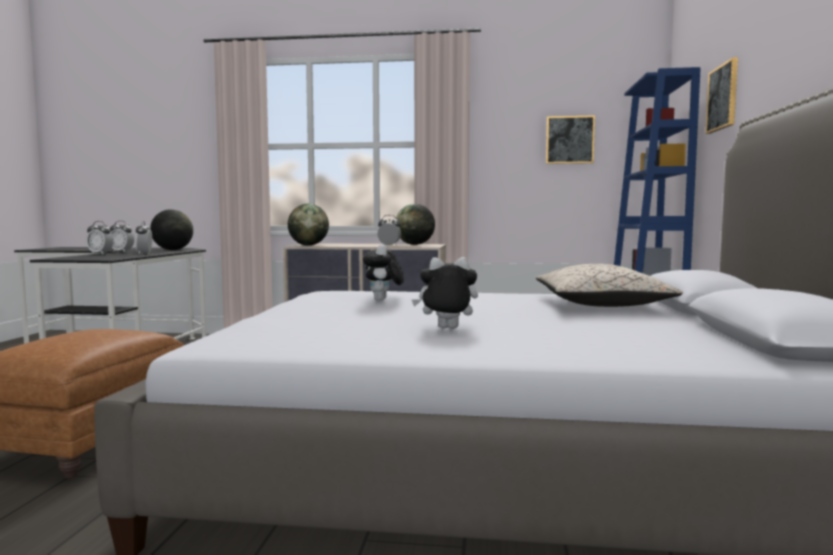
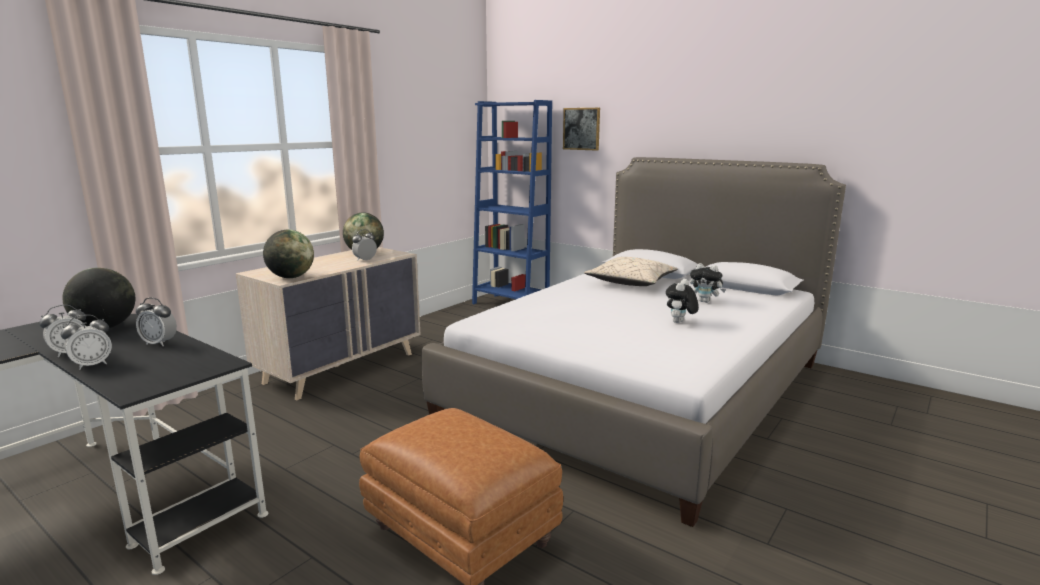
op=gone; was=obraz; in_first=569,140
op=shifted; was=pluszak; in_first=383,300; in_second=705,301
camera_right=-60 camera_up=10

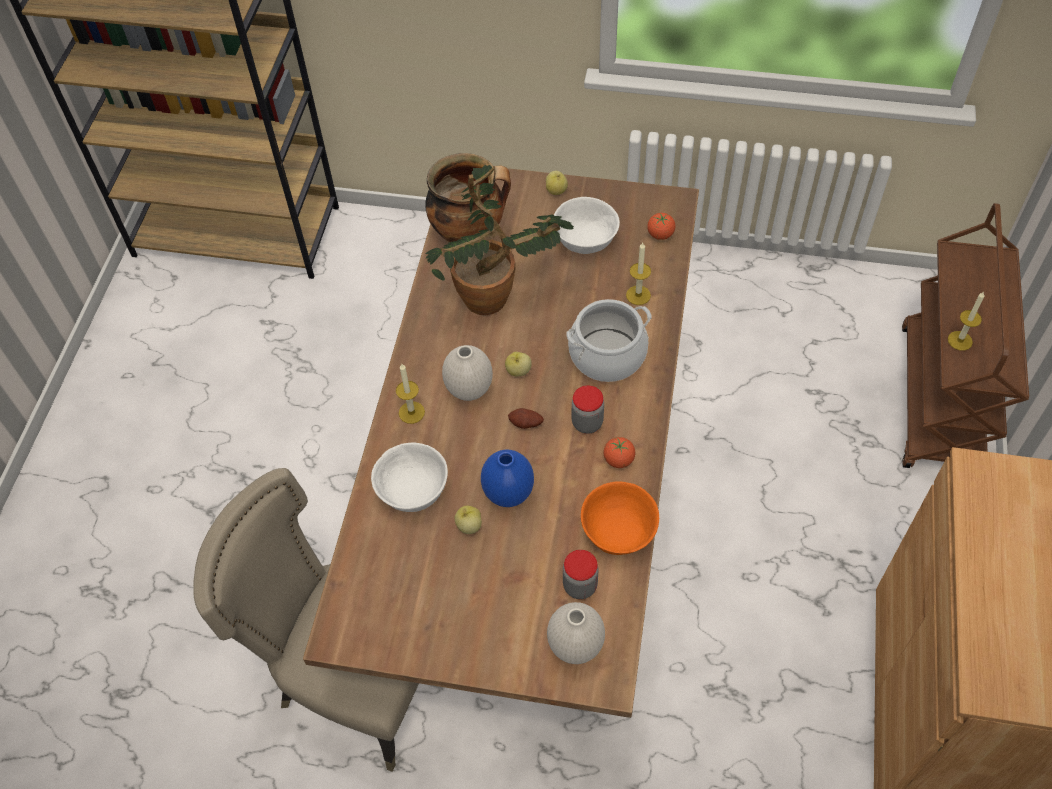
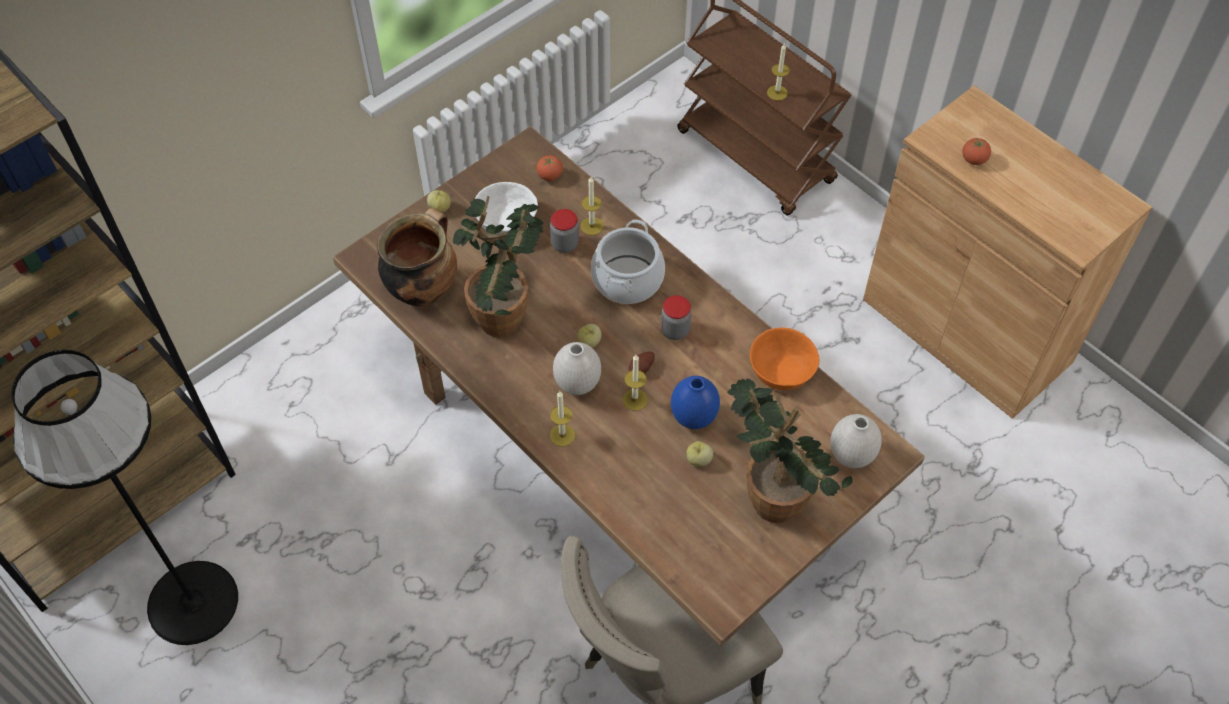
op=gone; was=miska/biały; in_first=412,490
op=new; now=lampa stojąca/czarny; in_second=193,602
op=new; now=świeca; in_second=634,399
op=new; now=roślina doniczkowa; in_second=772,491
op=shifted; was=słoik; in_first=580,586; in_second=565,244
op=shifted; was=pomidor; in_first=618,460; in_second=973,160
camera_right=-55 camera_up=0

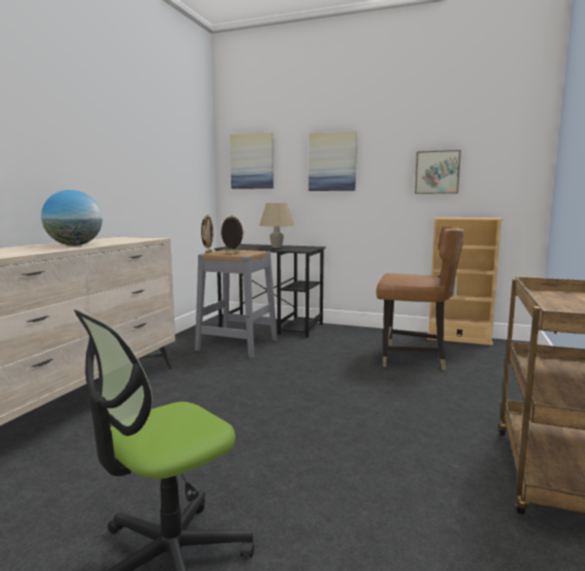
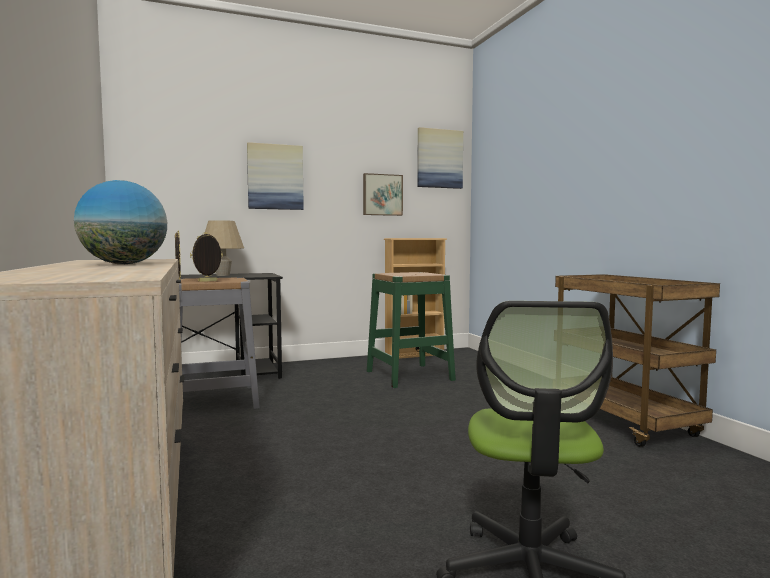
op=shifted; was=obraz; in_first=252,161; in_second=439,159
op=swapped; was=krzesło/brązowy; now=stołek/zielony; in_first=413,358; in_second=409,375
camera_right=-40 camera_up=-5

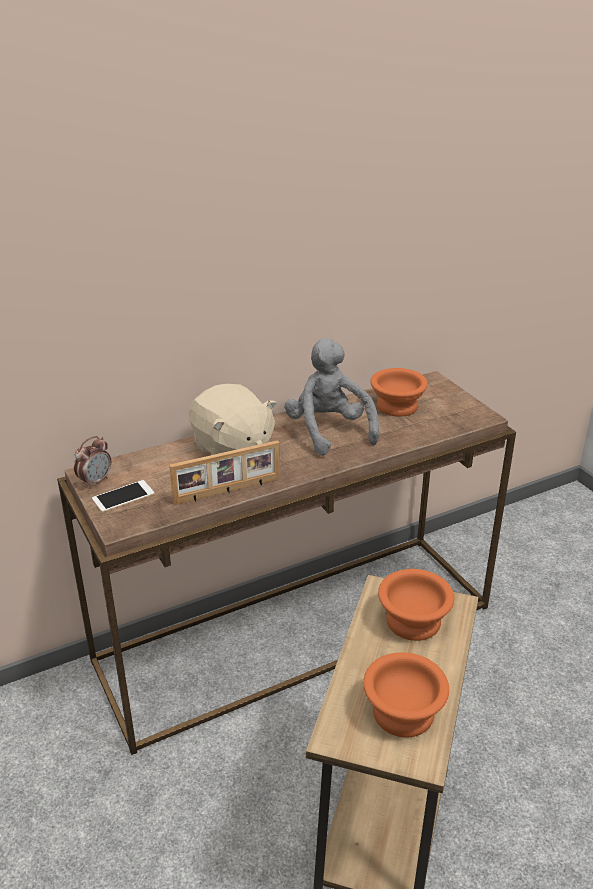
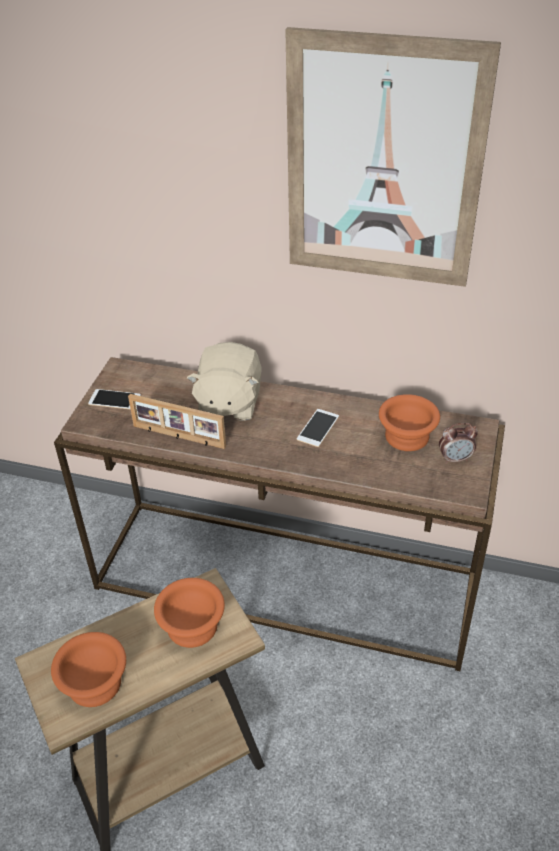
op=new; now=obraz; in_second=383,164
op=shifted; was=budzik; in_first=95,481; in_second=455,459
op=swapped; was=pluszak/szary; now=telefon; in_first=328,431; in_second=318,428
camera_right=45 camera_up=10

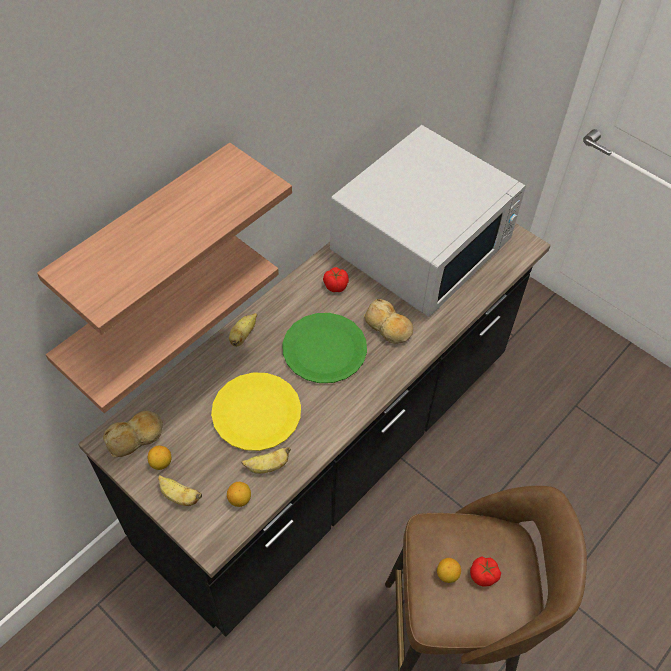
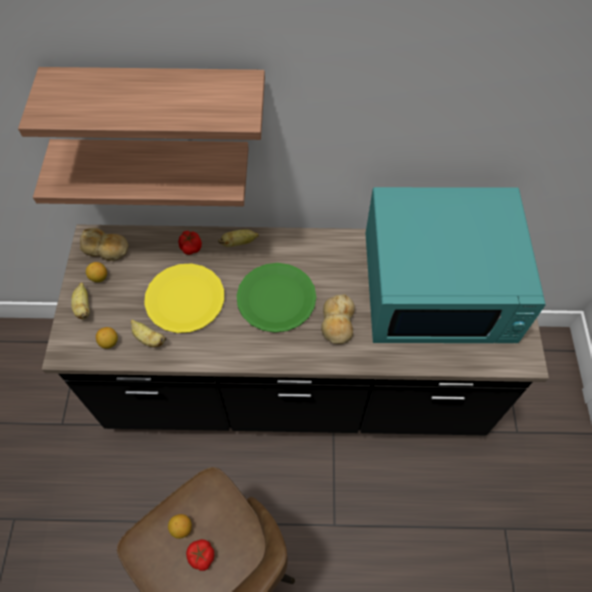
op=shifted; was=pomidor; in_first=335,286; in_second=191,247
op=repainted; was=mikrofalówka/biały; now=mikrofalówka/turkusowy; in_first=422,245; in_second=439,288
camera_right=50 camera_up=5

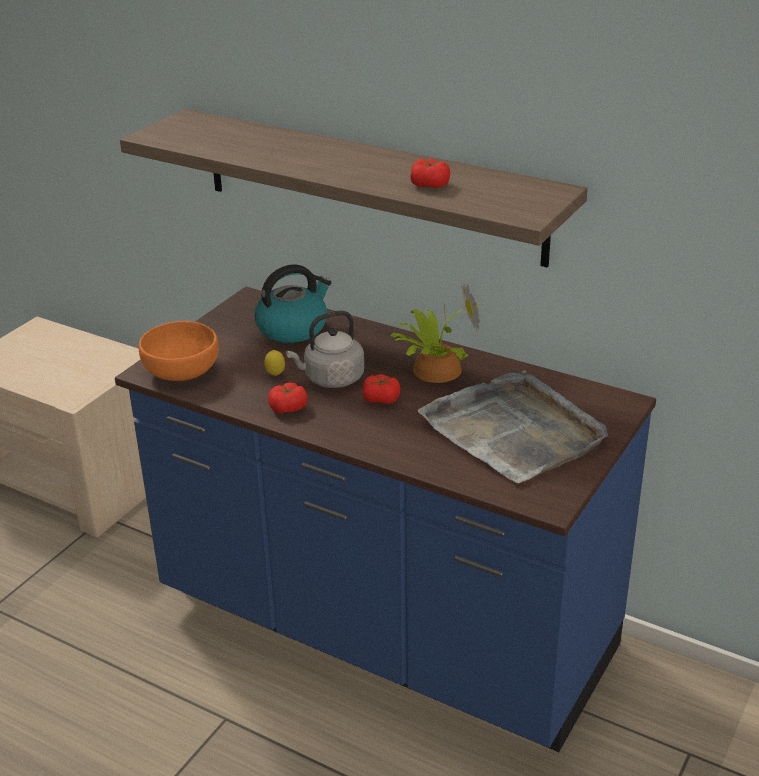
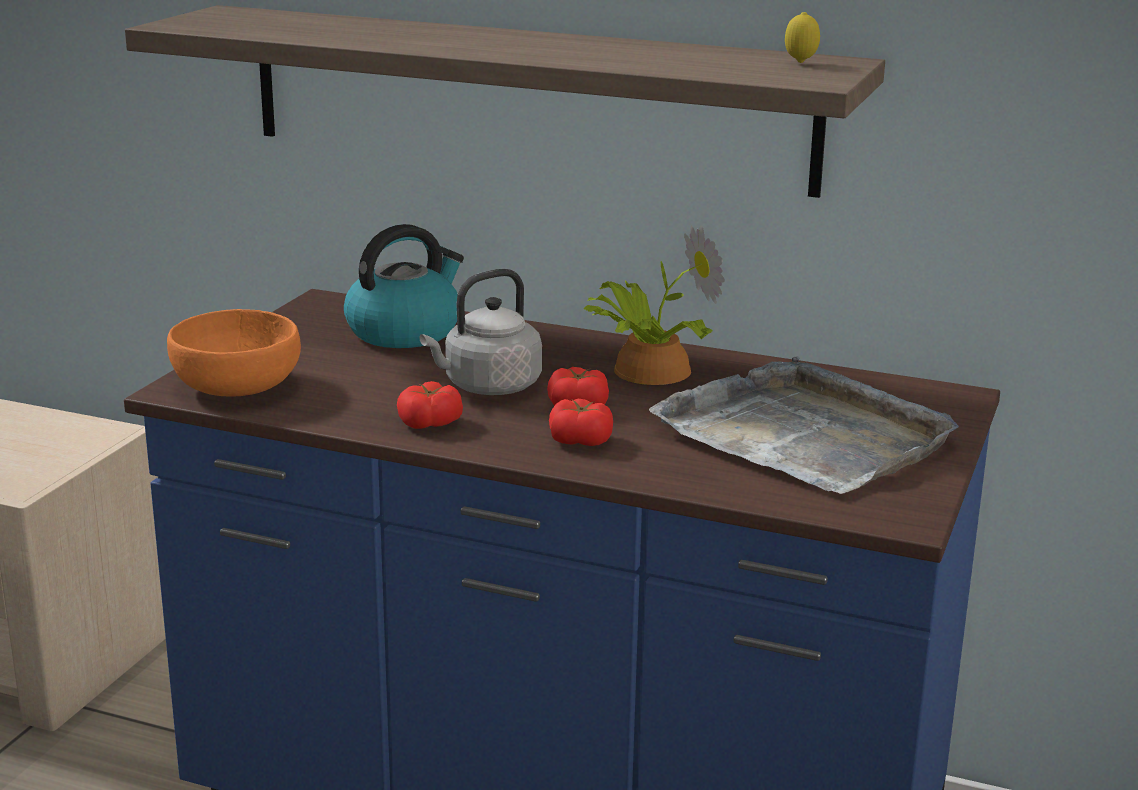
op=shifted; was=cytryna; in_first=275,375; in_second=800,63
op=shifted; was=pomidor; in_first=429,184; in_second=580,440
camera_right=-10 camera_up=-10

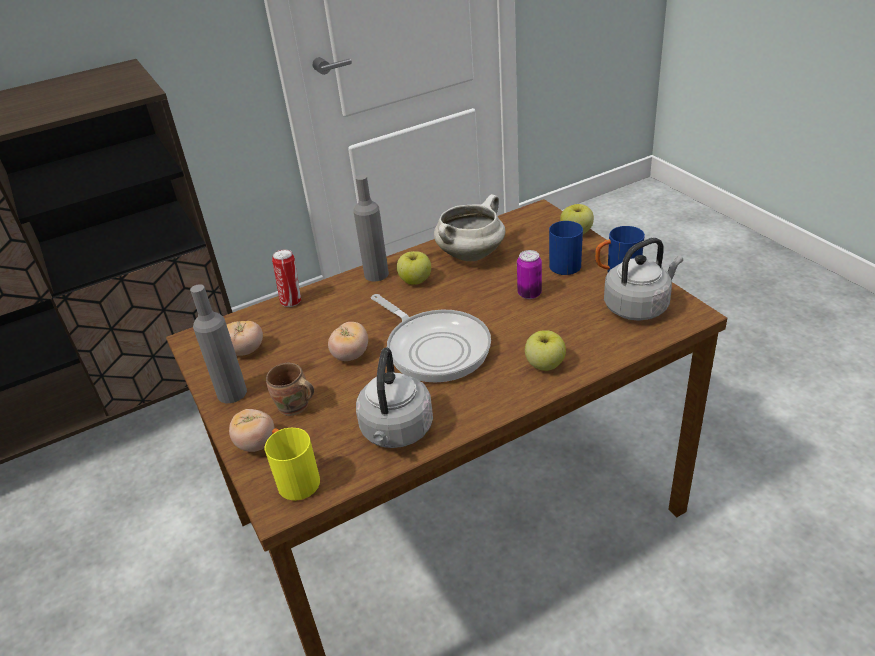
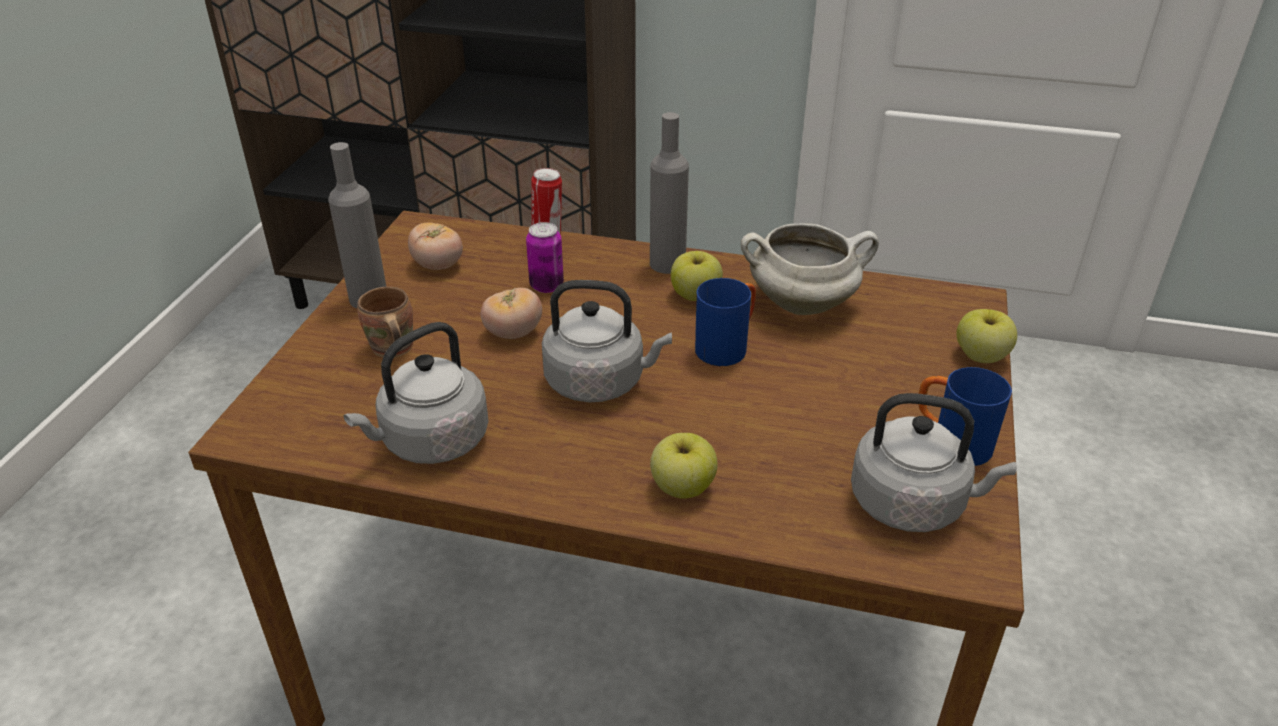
op=gone; was=pomidor; in_first=256,444
op=gone; was=kubek/żółty; in_first=295,479
op=shifted; was=puszka; in_first=529,294; in_second=546,286
op=shifted; was=kubek/niebieski; in_first=564,263; in_second=727,347
op=swapped; was=patelnia; now=czajnik/szary; in_first=435,348; in_second=600,382
camera_right=40 camera_up=0

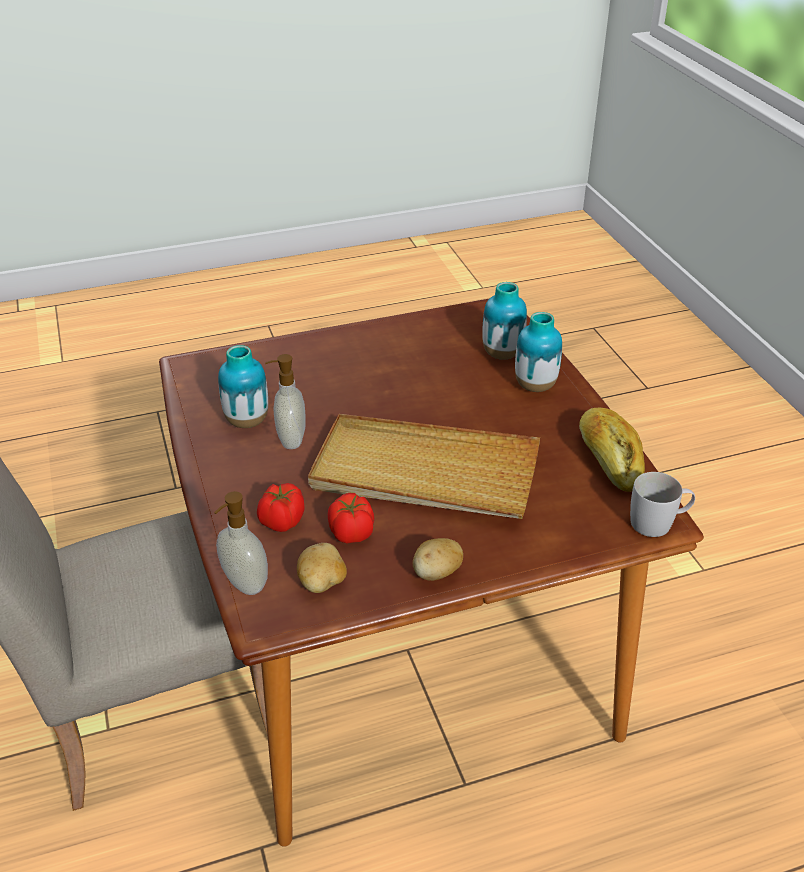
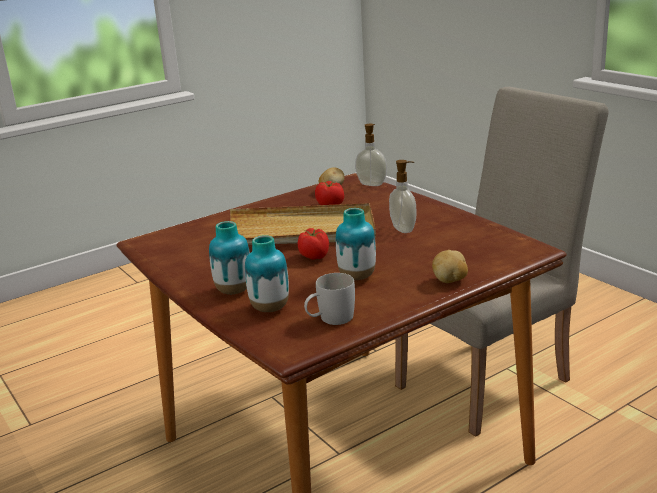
op=gone; was=chleb; in_first=609,459
op=shifted; was=wazon; in_first=247,421; in_second=357,277
op=shifted; was=pomidor; in_first=282,521; in_second=315,256
op=shifted; was=ziemniak; in_first=436,574; in_second=450,280
op=shifted; was=kubek/biały; in_first=659,522; in_second=330,319
camera_right=165 camera_up=-15

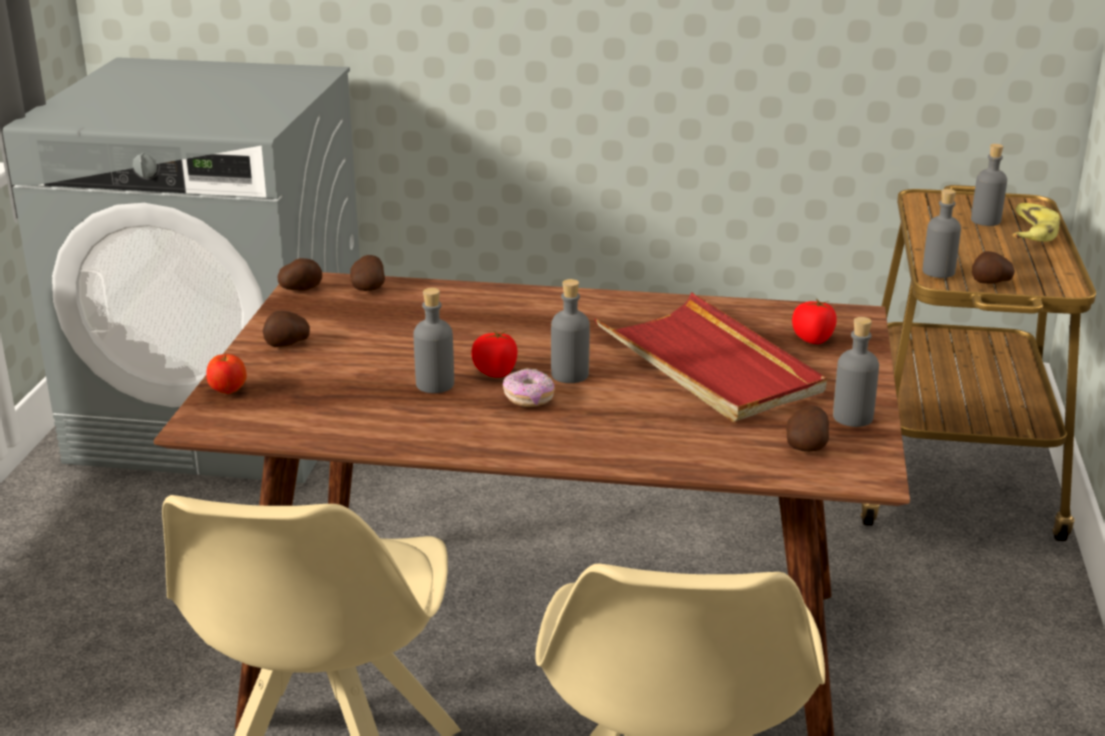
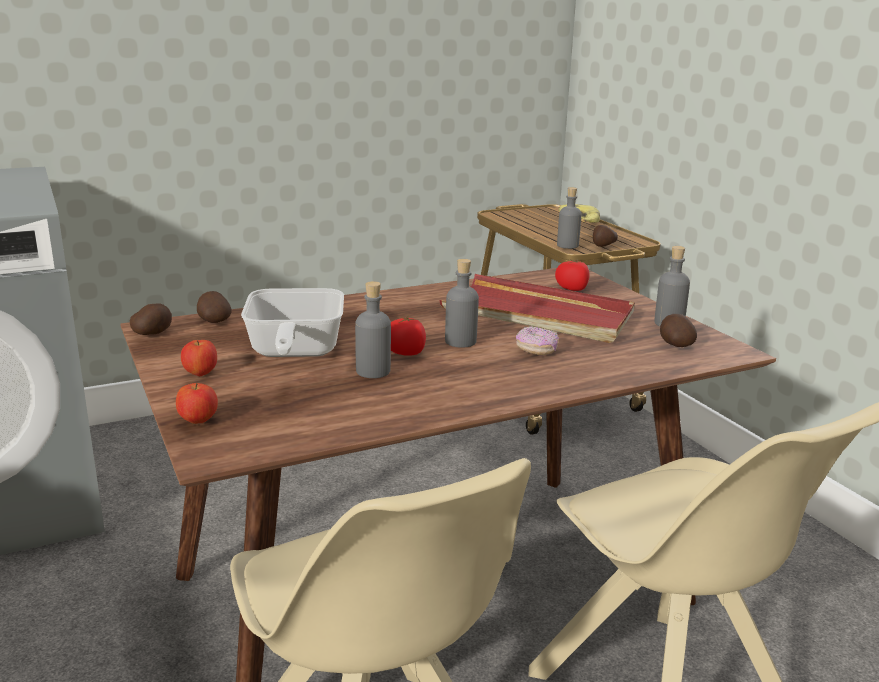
op=gone; was=butelka/szary; in_first=985,220
op=new; now=patelnia; in_second=293,352
op=shifted; was=donut; in_first=529,399; in_second=536,350
op=swapped; was=ziemniak; now=jabłko; in_first=287,344; in_second=201,374
camera_right=-35 camera_up=-5

